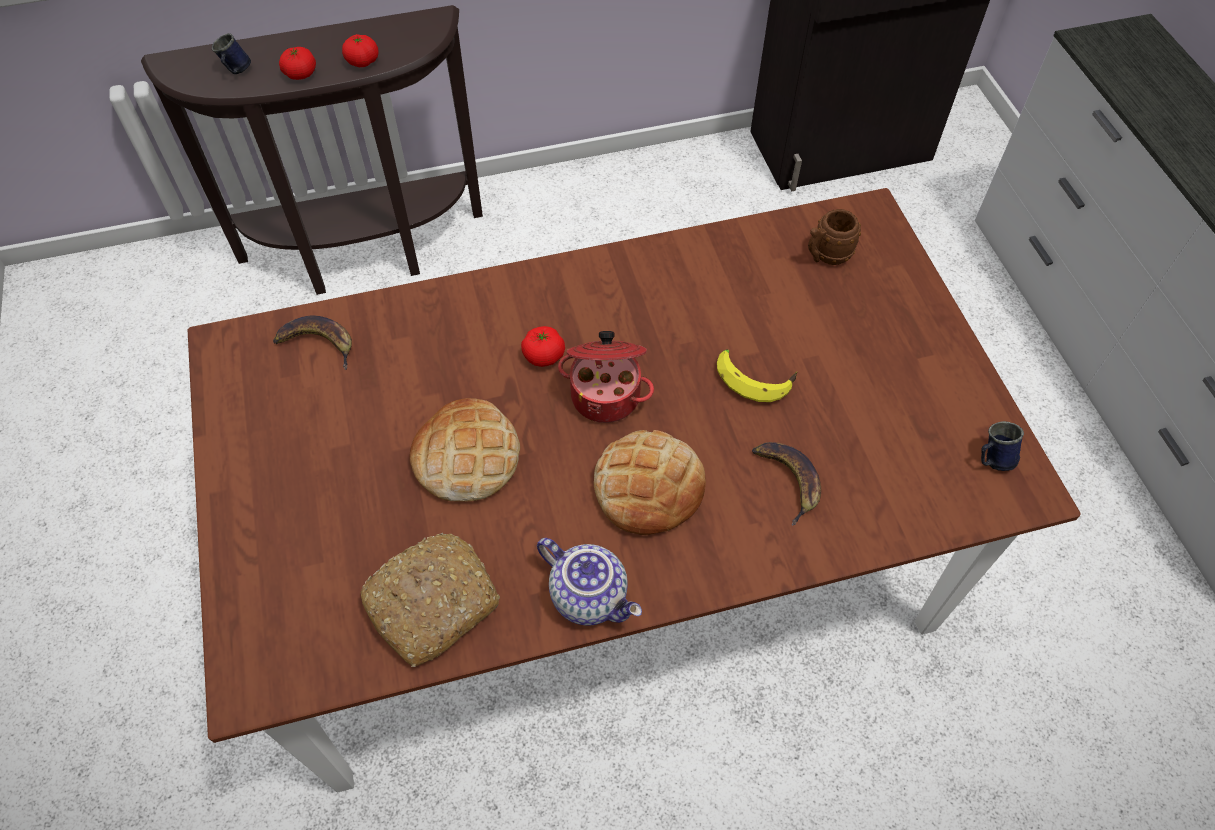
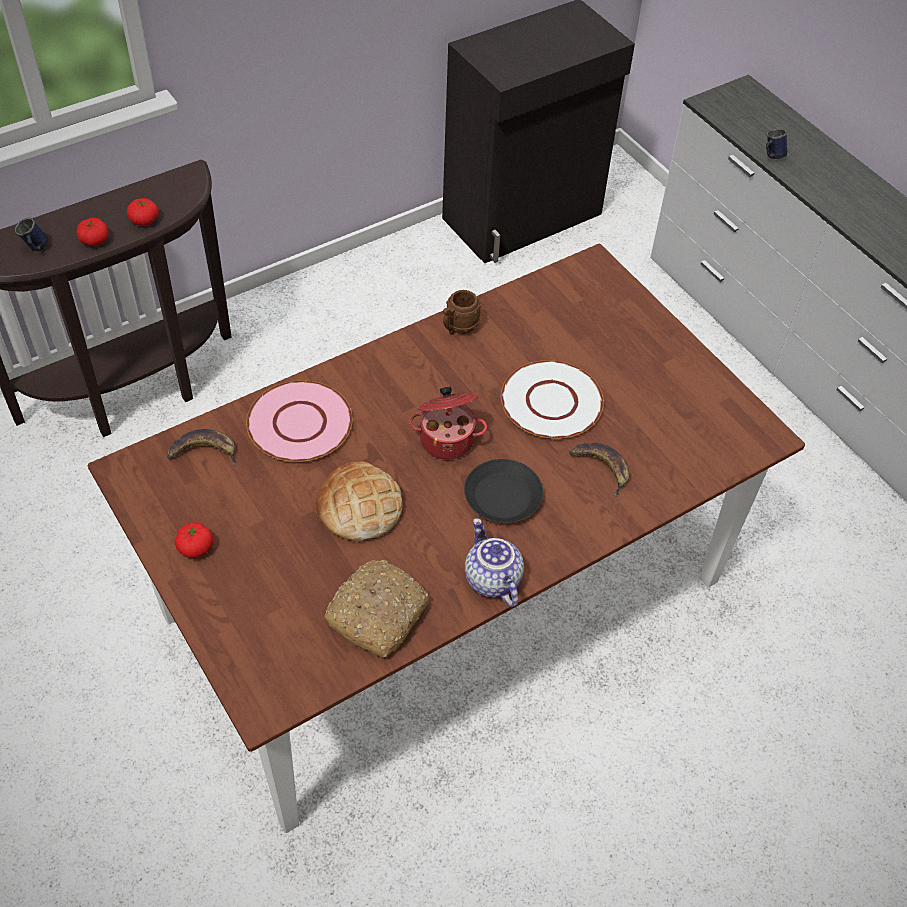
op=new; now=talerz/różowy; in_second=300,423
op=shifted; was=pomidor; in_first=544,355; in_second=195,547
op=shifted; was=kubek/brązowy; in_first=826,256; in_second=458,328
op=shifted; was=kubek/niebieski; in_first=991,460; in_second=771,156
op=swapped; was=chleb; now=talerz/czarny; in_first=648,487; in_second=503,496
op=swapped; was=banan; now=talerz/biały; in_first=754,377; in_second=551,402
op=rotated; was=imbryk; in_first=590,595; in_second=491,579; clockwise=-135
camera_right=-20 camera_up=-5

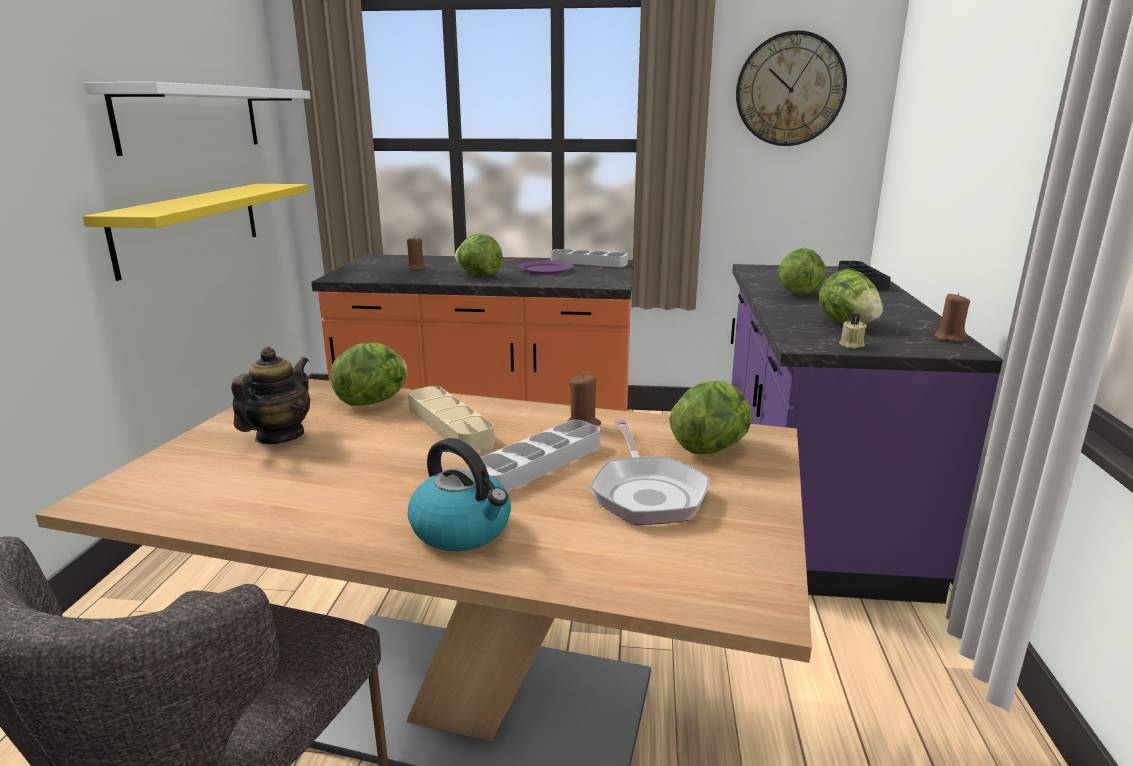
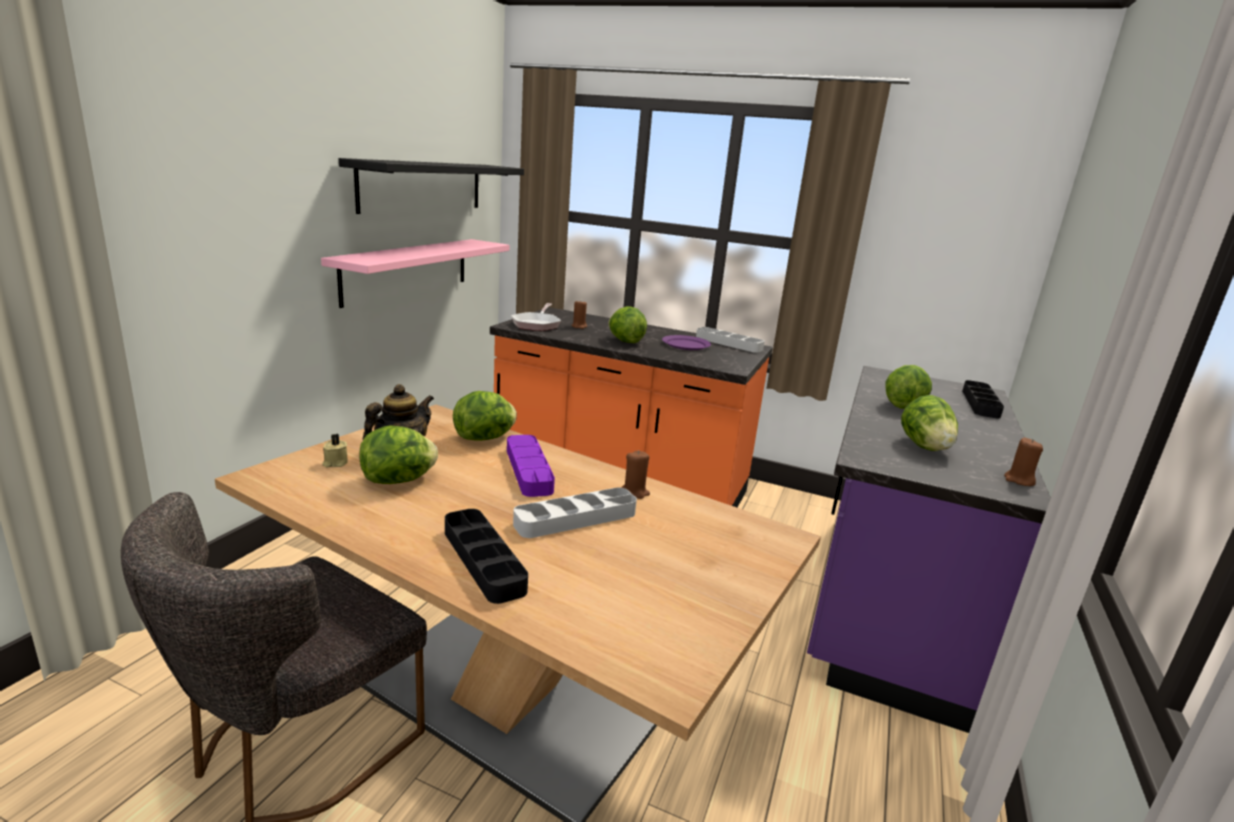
op=gone; was=zegar ścienny; in_first=790,89
op=shifted; was=patelnia; in_first=646,493; in_second=537,324
op=shifted; was=sałata; in_first=711,448; in_second=399,480
op=shifted; was=świeca/beżowy; in_first=851,345; in_second=335,463
op=swapped; was=czajnik; now=taca/czarny; in_first=463,530; in_second=483,560
op=repainted; was=półka/żółty; now=półka/różowy; in_first=190,226; in_second=407,270
op=repainted; was=półka/biały; now=półka/czarny; in_first=191,118; in_second=423,186
op=repainted; was=taca/beżowy; now=taca/fioletowy; in_first=449,424; in_second=528,470
camera_right=15 camera_up=0

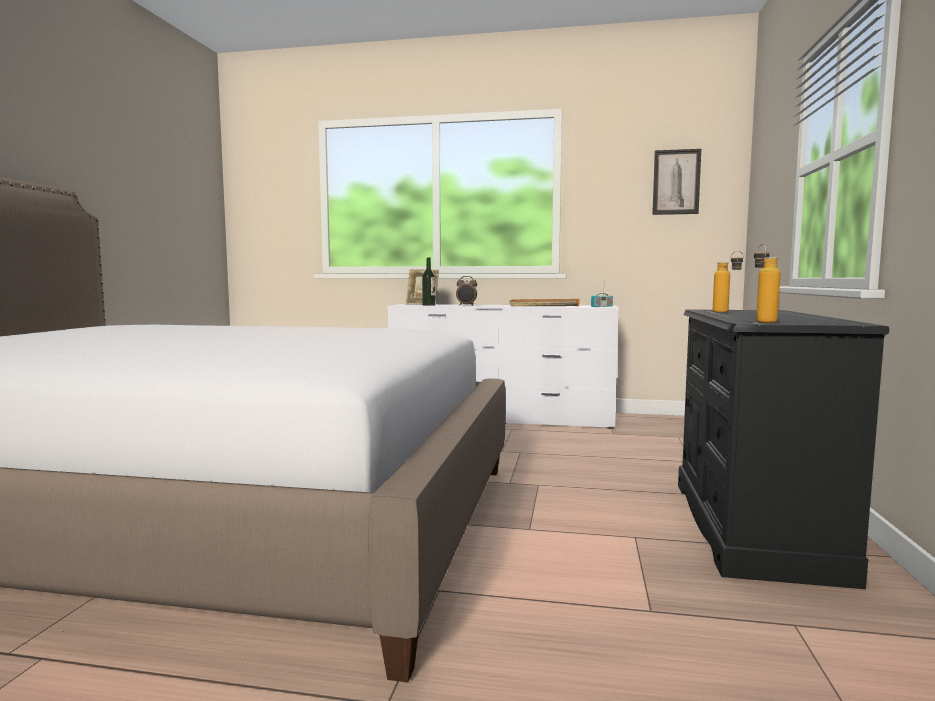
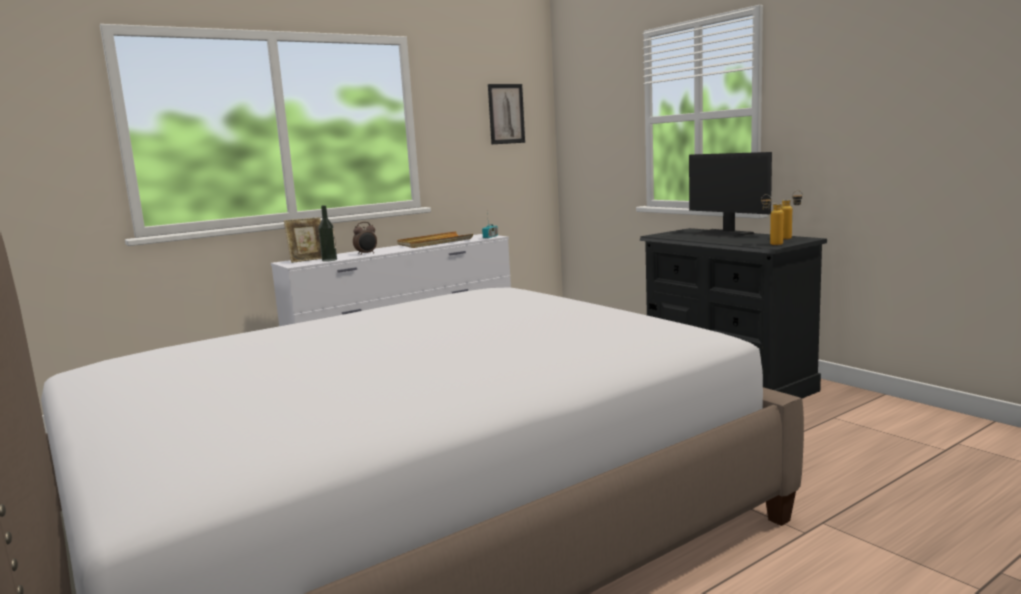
op=new; now=monitor; in_second=723,234
op=shifted; was=butelka; in_first=726,312; in_second=790,238
camera_right=-45 camera_up=5

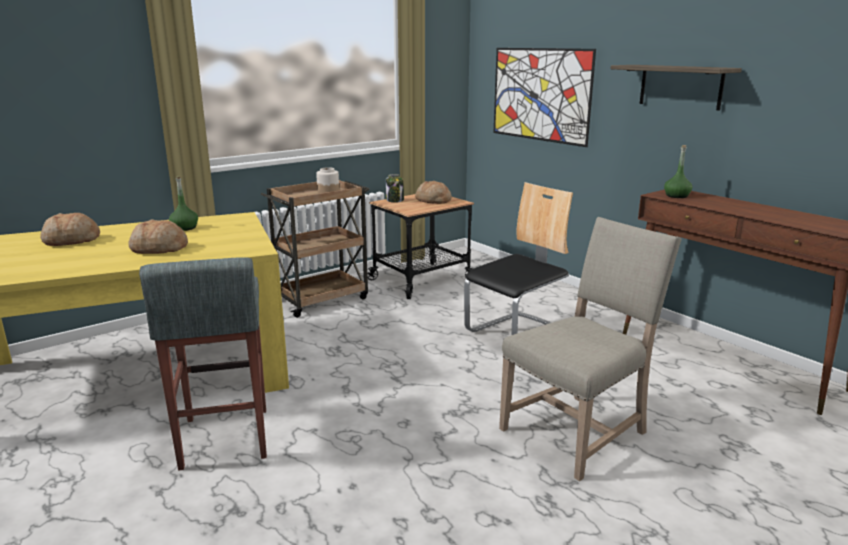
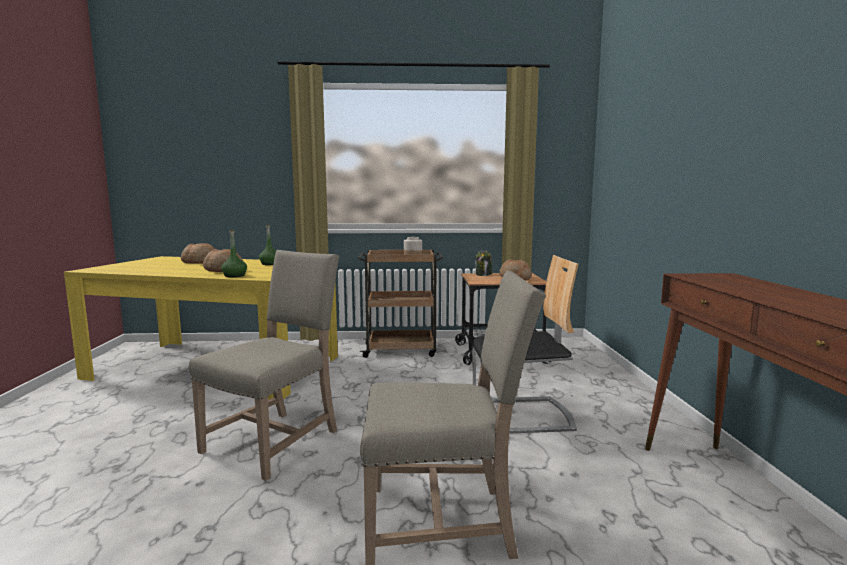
op=gone; was=stołek/szary; in_first=223,439
op=gone; was=obraz; in_first=540,94
op=gone; was=półka; in_first=680,86
op=new; now=krzesło/beżowy; in_second=276,440
op=shifted; was=butelka/zielony; in_first=676,196; in_second=234,276
camera_right=35 camera_up=-10

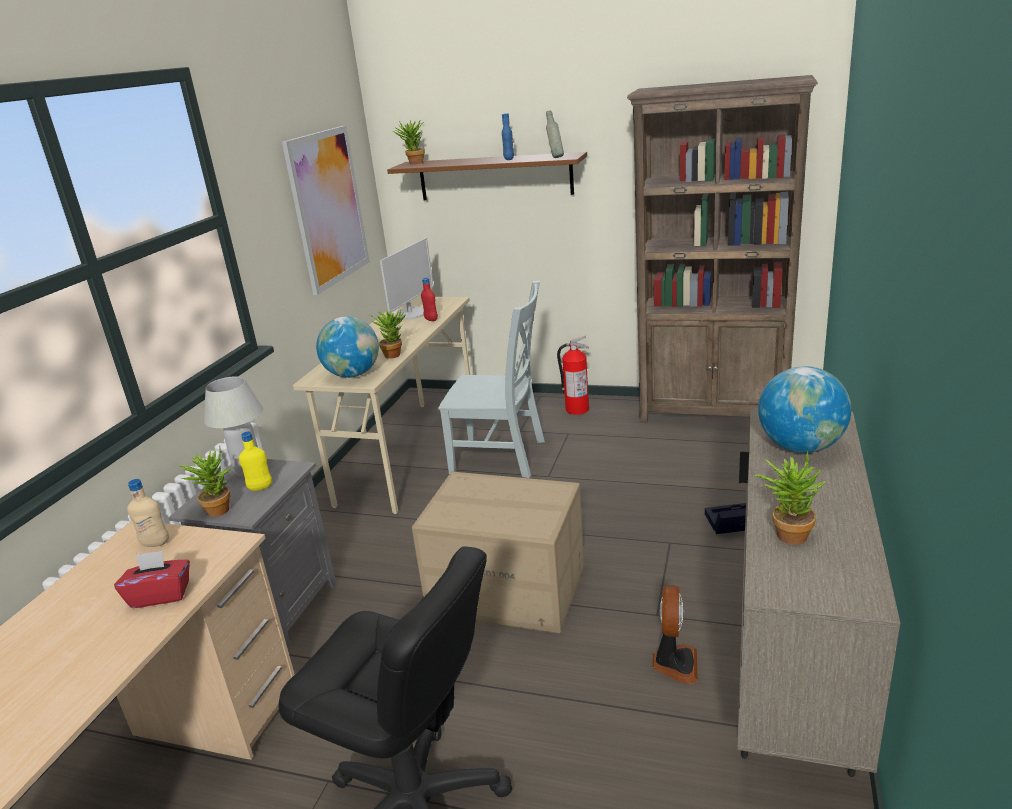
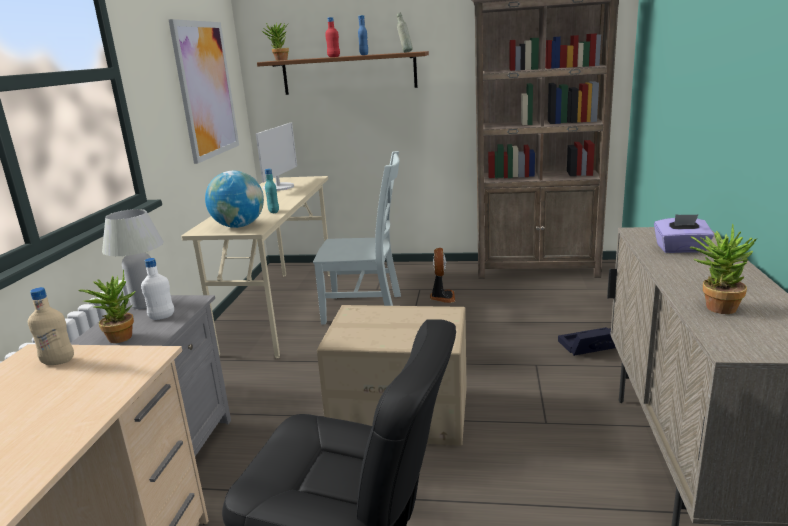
op=gone; was=pudełko chusteczek/czerwony; in_first=161,595
op=gone; was=gaśnica; in_first=576,409
op=shifted; was=butelka/czerwony; in_first=431,319; in_second=333,57
op=shifted; was=wentylator; in_first=674,663; in_second=442,297
op=swapped; was=roślina doniczkowa; now=butelka/turkusowy; in_first=394,354; in_second=274,211
op=swapped; was=globus; now=pudełko chusteczek/fioletowy; in_first=801,447; in_second=681,249
op=repainted; was=butelka/żółty; now=butelka/biały; in_first=260,488; in_second=162,317
camera_right=-10 camera_up=-5

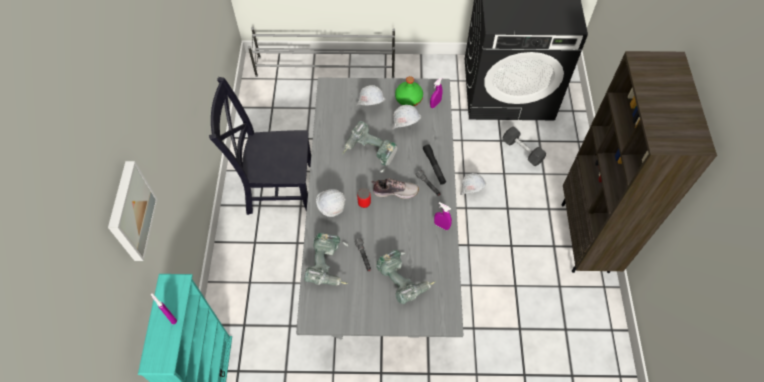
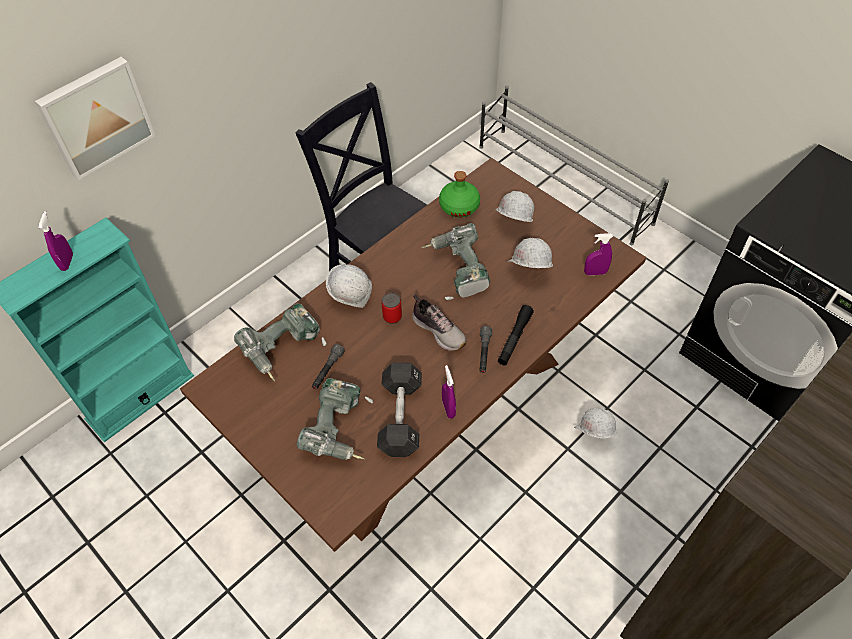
op=shifted; was=butelka/zielony; in_first=408,98; in_second=459,206
op=shifted; was=hantel/czarny; in_first=522,151; in_second=400,417
op=repainted; was=stół jadalny/szary; now=stół jadalny/brązowy; in_first=380,244; in_second=426,408
camera_right=45 camera_up=-5

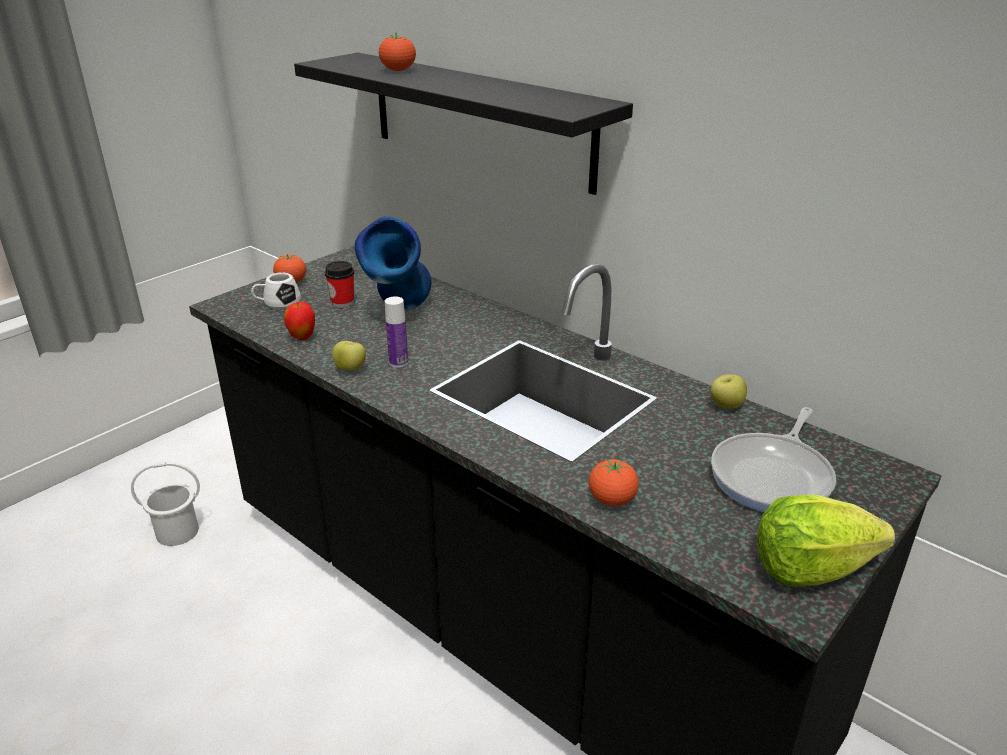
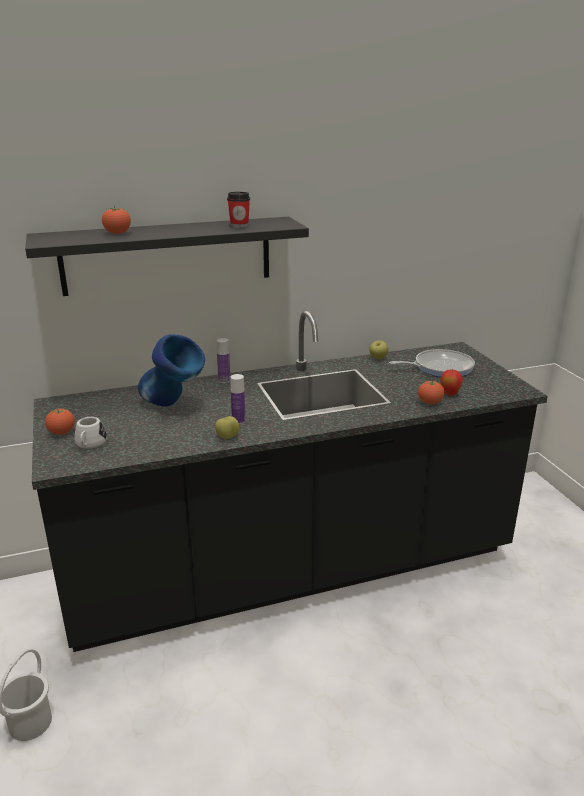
op=gone; was=sałata; in_first=810,568
op=new; now=butelka; in_second=224,380
op=shifted; was=jabłko; in_first=302,337; in_second=449,394
op=shifted; was=filiżanka; in_first=342,303; in_second=239,226
op=rotated; was=patelnia; in_first=773,476; in_second=440,367; clockwise=-75
camera_right=-60 camera_up=-5

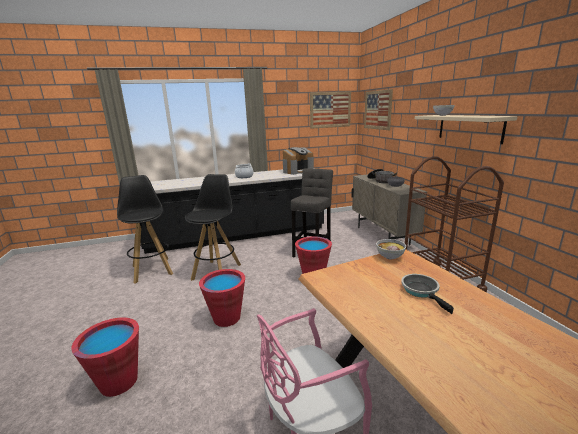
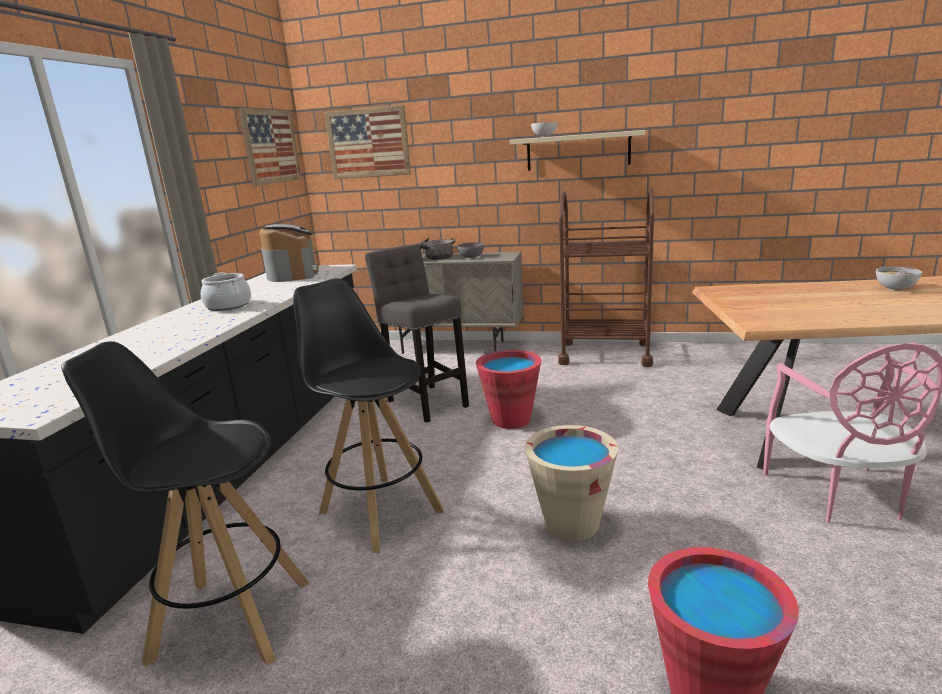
op=gone; was=patelnia; in_first=422,291
op=shifted; was=miska; in_first=389,257; in_second=895,289
op=repainted; was=wiadro/czerwony; now=wiadro/beżowy; in_first=227,318; in_second=572,524
camera_right=-60 camera_up=0

